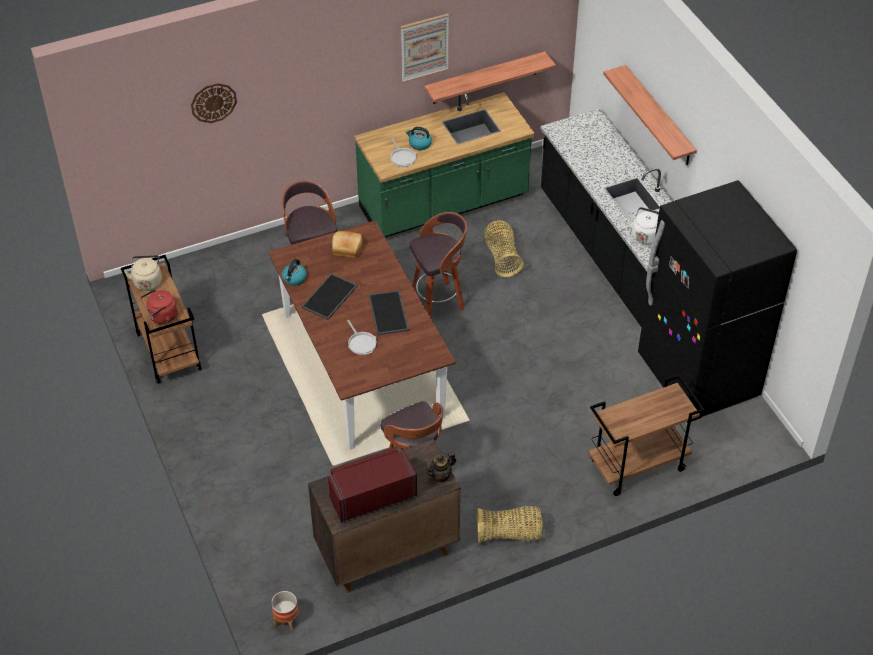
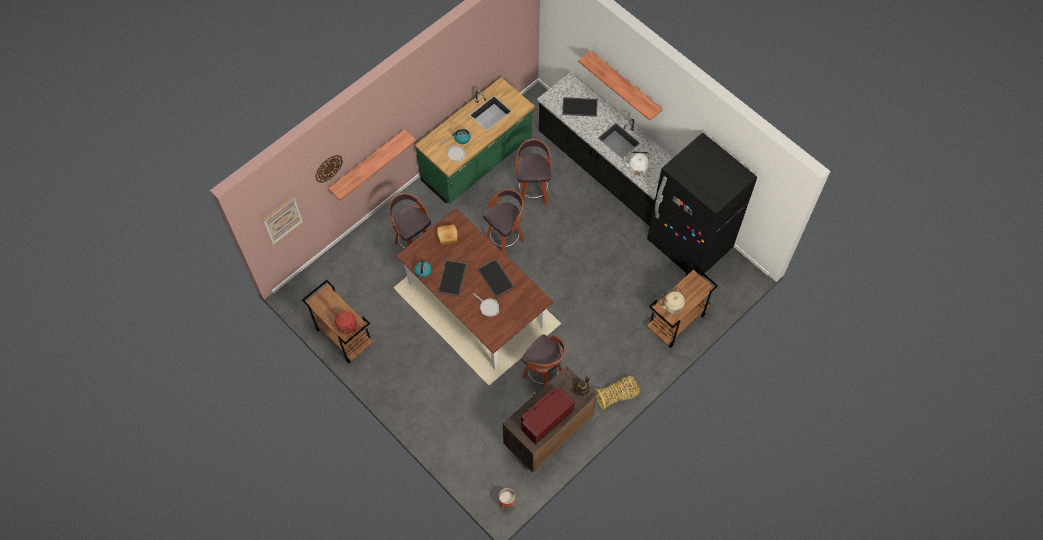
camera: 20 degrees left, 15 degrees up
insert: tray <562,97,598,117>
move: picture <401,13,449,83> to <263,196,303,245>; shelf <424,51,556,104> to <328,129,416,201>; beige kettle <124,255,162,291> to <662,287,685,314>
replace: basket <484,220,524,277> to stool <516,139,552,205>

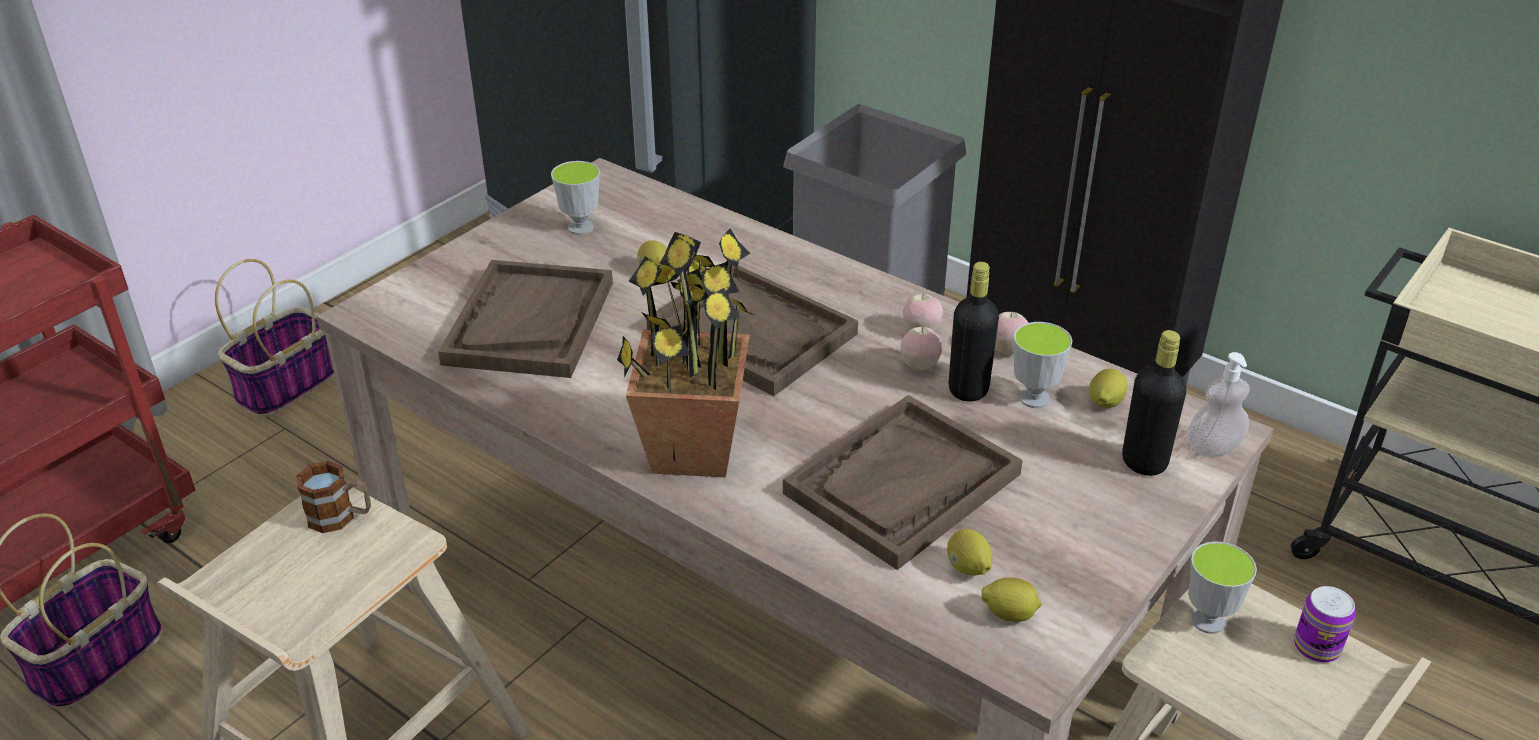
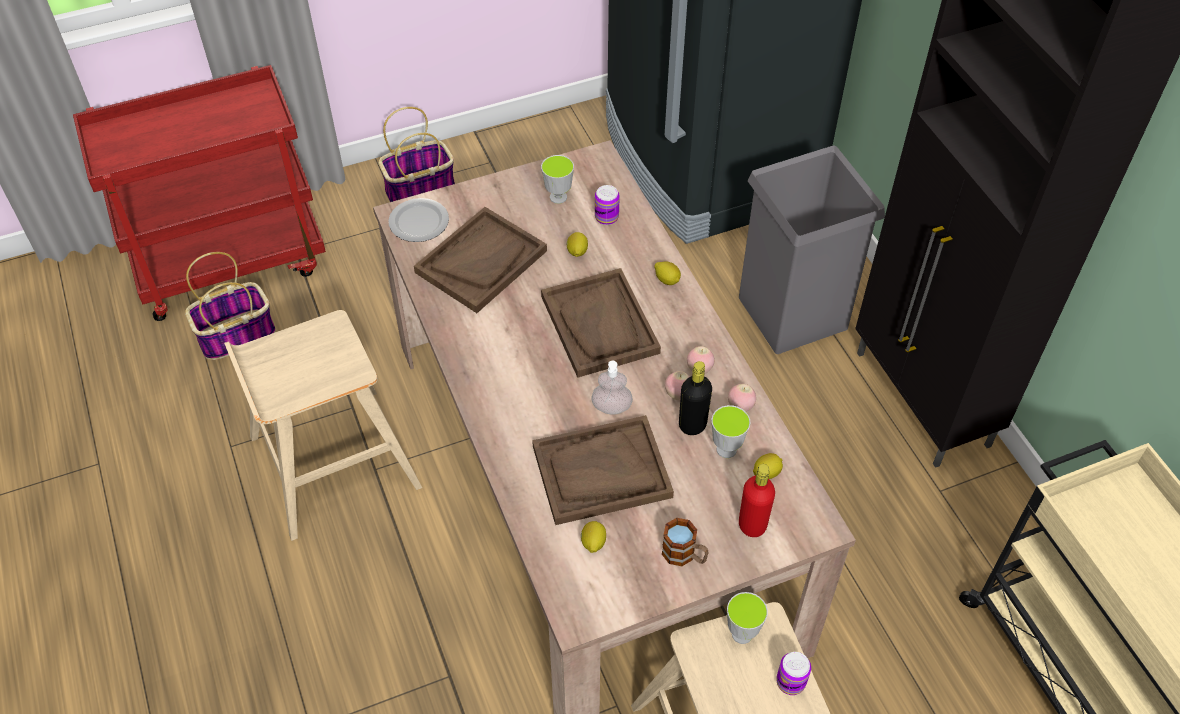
camera: 30 degrees right, 15 degrees up
delete: potted plant <617,229,756,477>
insert: can <595,185,620,225>; plate <388,198,449,242>
move: soap dispenser <1188,352,1250,457> to <591,361,633,415>; mug <296,461,371,533> to <662,518,709,566>; lemon <981,577,1042,622> to <655,261,681,285>
recolor: black bottle <1122,330,1186,476> to red bottle <739,464,775,537>

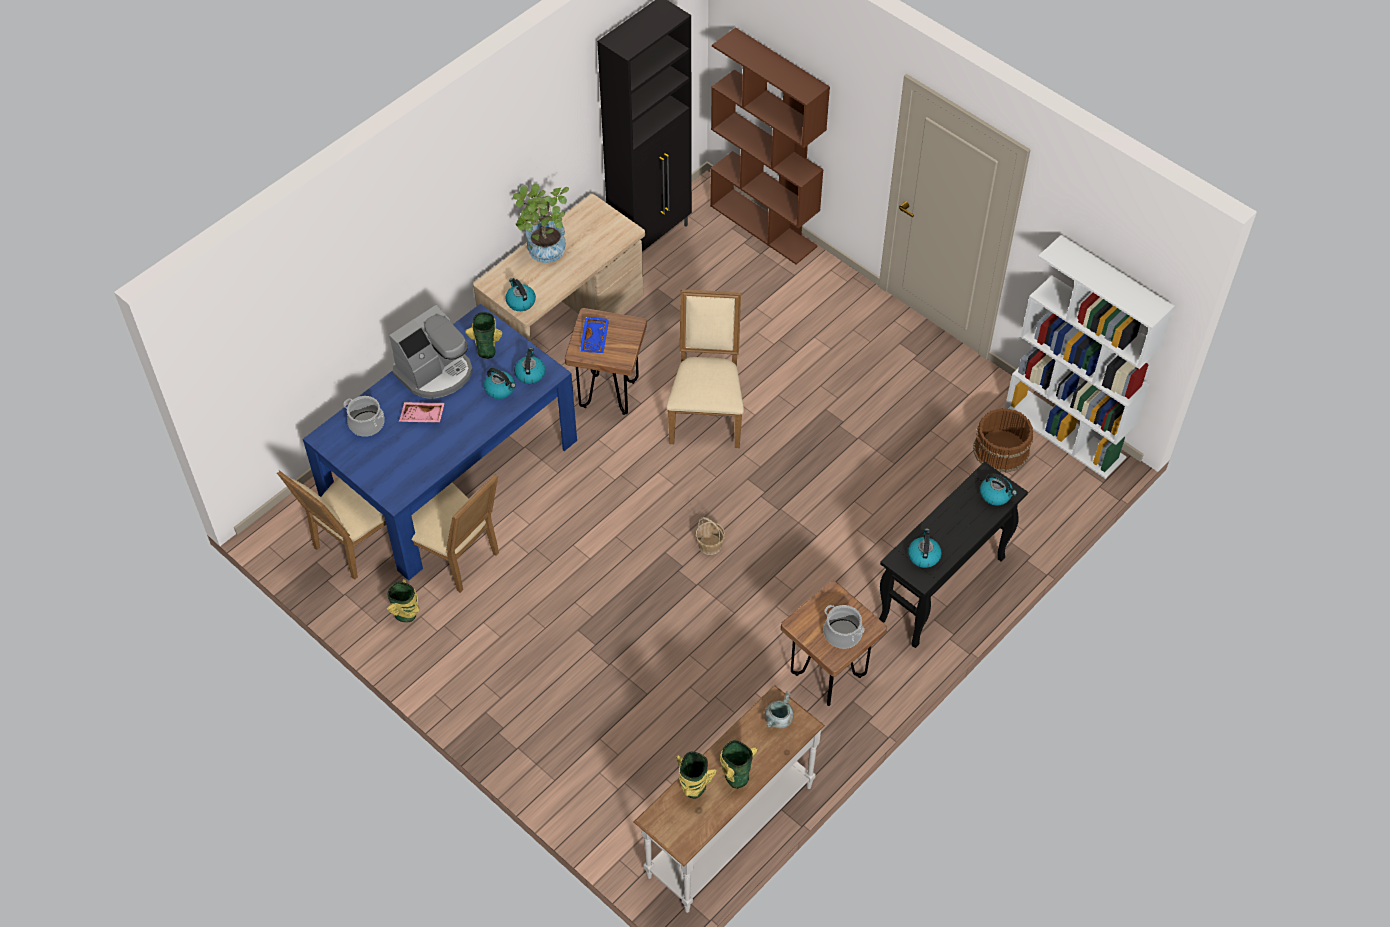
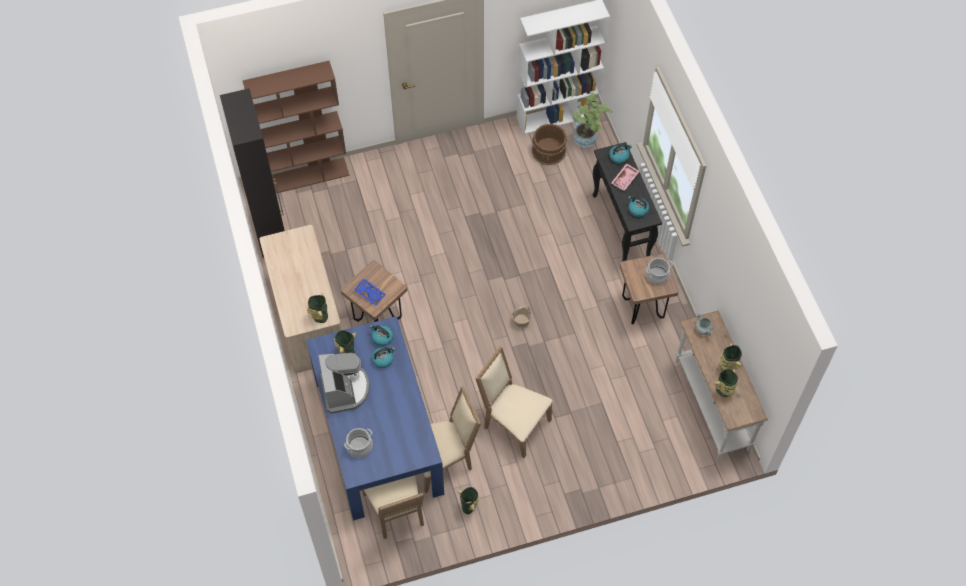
camera: 60 degrees left, 5 degrees up
move: potted plant <513,184,569,263> to <572,93,612,147>; beige chair <666,289,744,448> to <475,346,552,458>; pink tray <399,402,445,422> to <611,163,640,191>
replace: kettle <505,278,536,311> to vase <307,293,328,323>

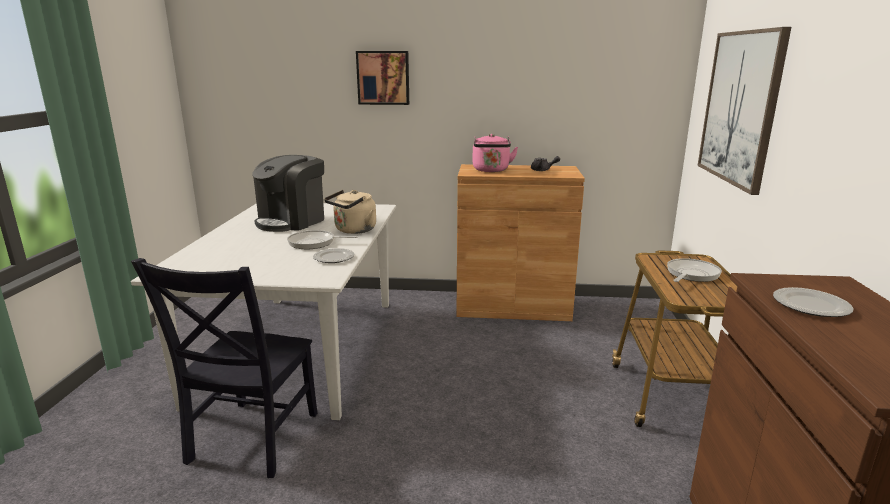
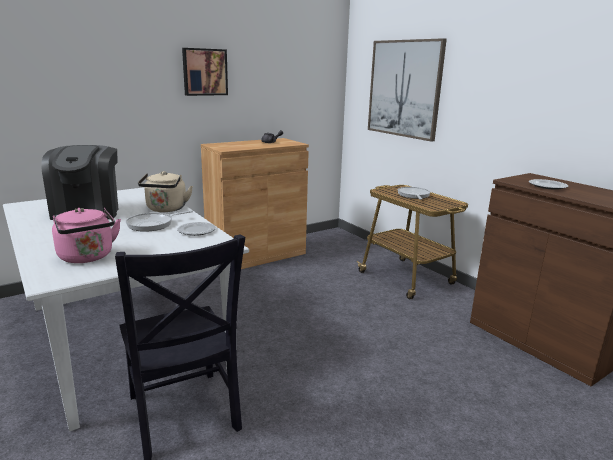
camera: 40 degrees left, 0 degrees up
move: picture <356,51,409,105> to <182,48,228,96>; pink kettle <472,134,518,172> to <52,208,121,263>

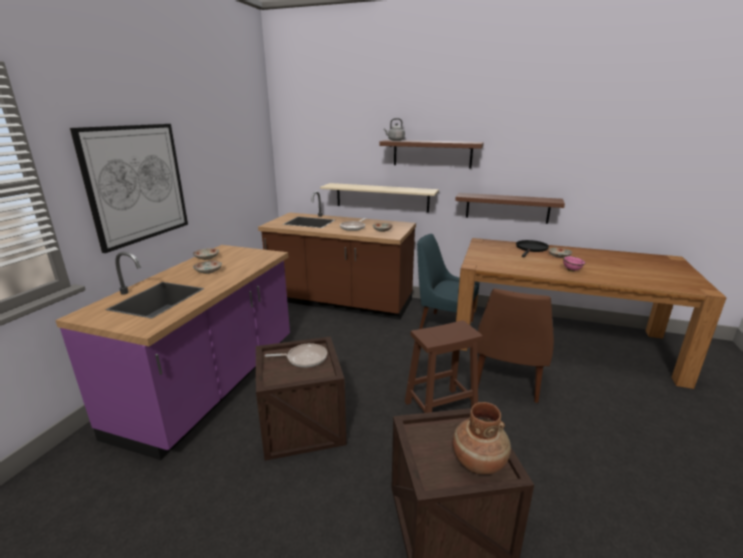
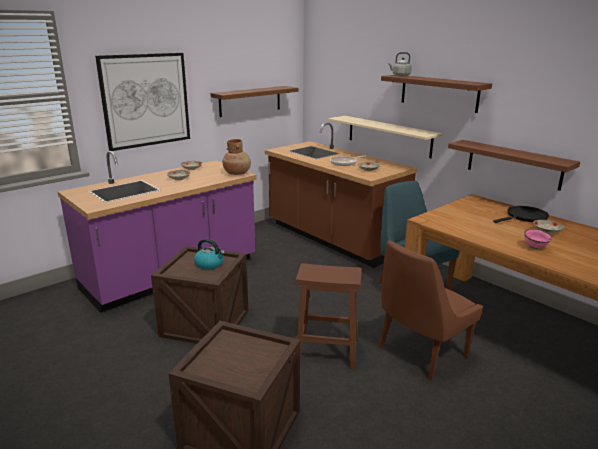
camera: 30 degrees right, 0 degrees up
insert: brown shelf <210,86,299,117>
move: brown vase <453,402,511,475> to <222,139,251,175>
replace: frying pan <265,343,327,368> to kettle <194,239,225,270>

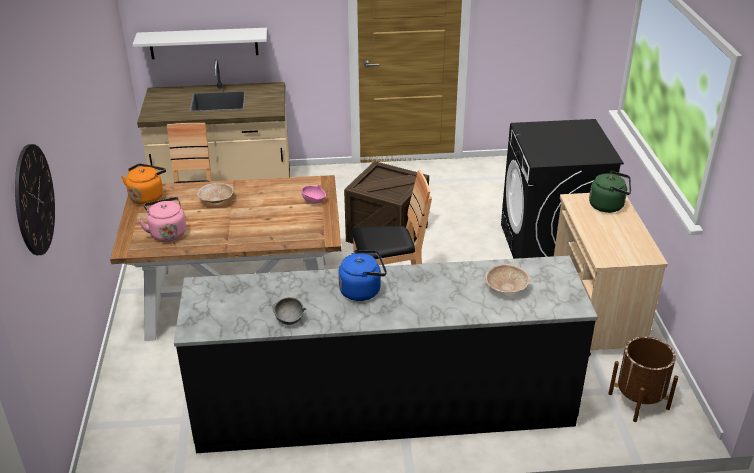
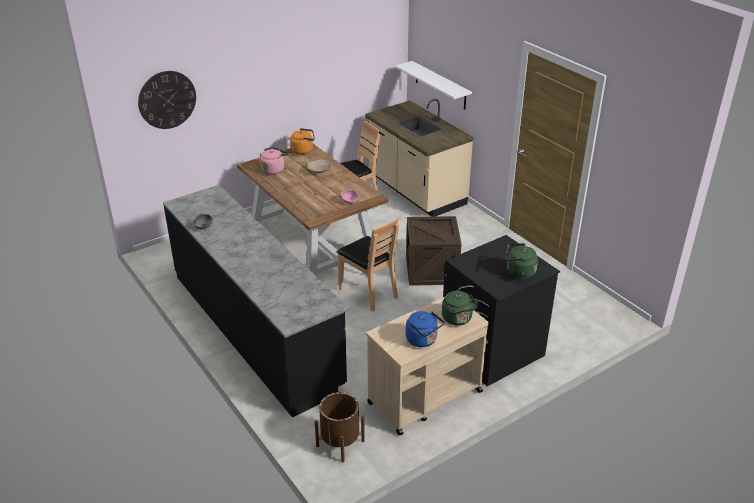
camera: 60 degrees right, 0 degrees up
delete: beige bowl <485,264,530,293>
insert: green kettle <505,243,538,279>
move: blue kettle <338,250,387,301> to <406,311,444,347>

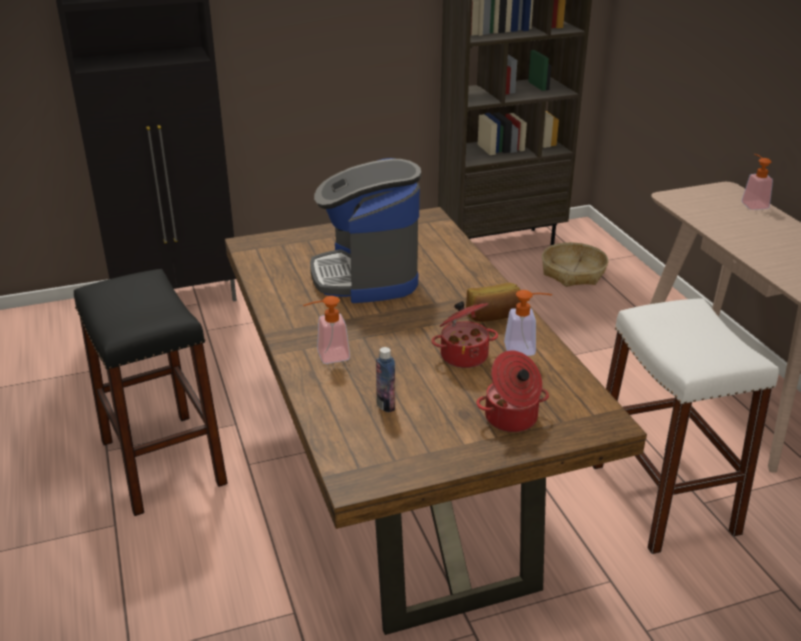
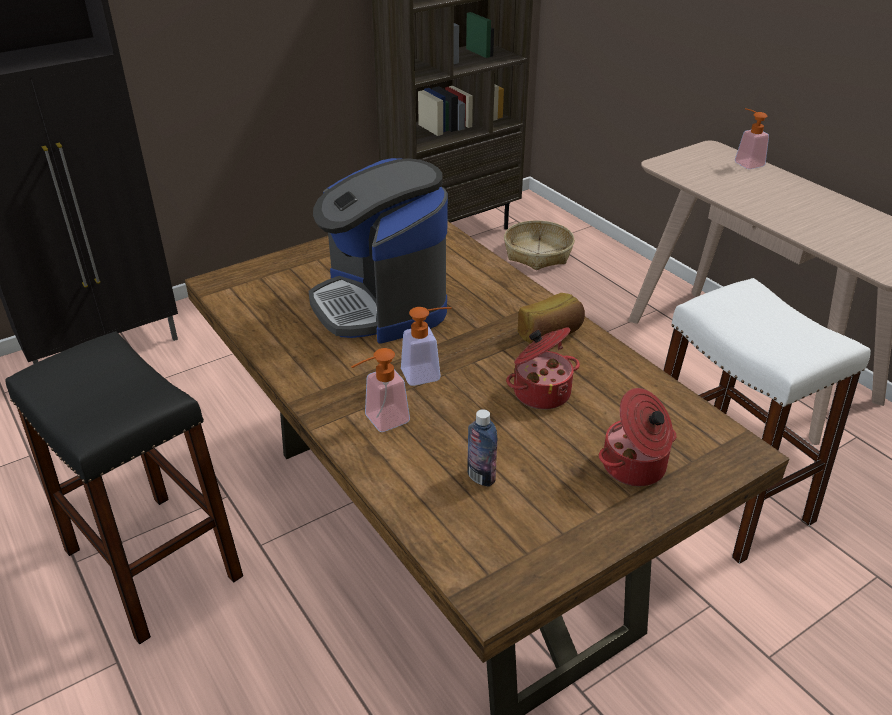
camera: 15 degrees left, 5 degrees up
move: soap dispenser <504,290,552,356> to <401,307,452,386>

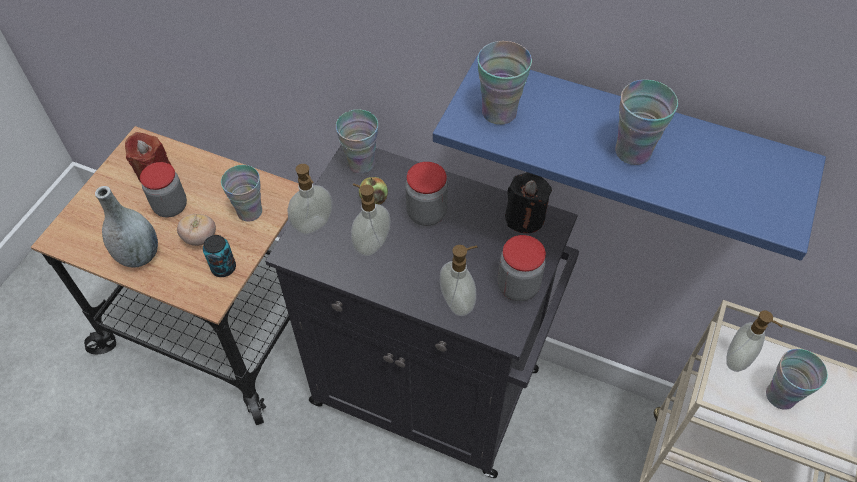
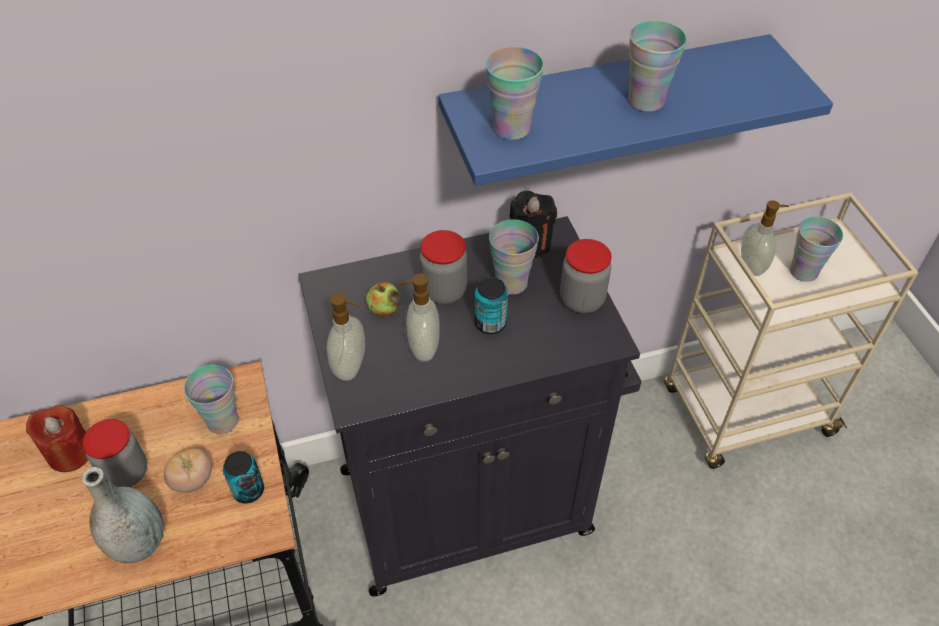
camera: 40 degrees left, 5 degrees down
delete: soap dispenser <440,245,477,316>
insert: can <474,277,508,334>
move: cup <336,109,378,174> to <489,219,539,295>

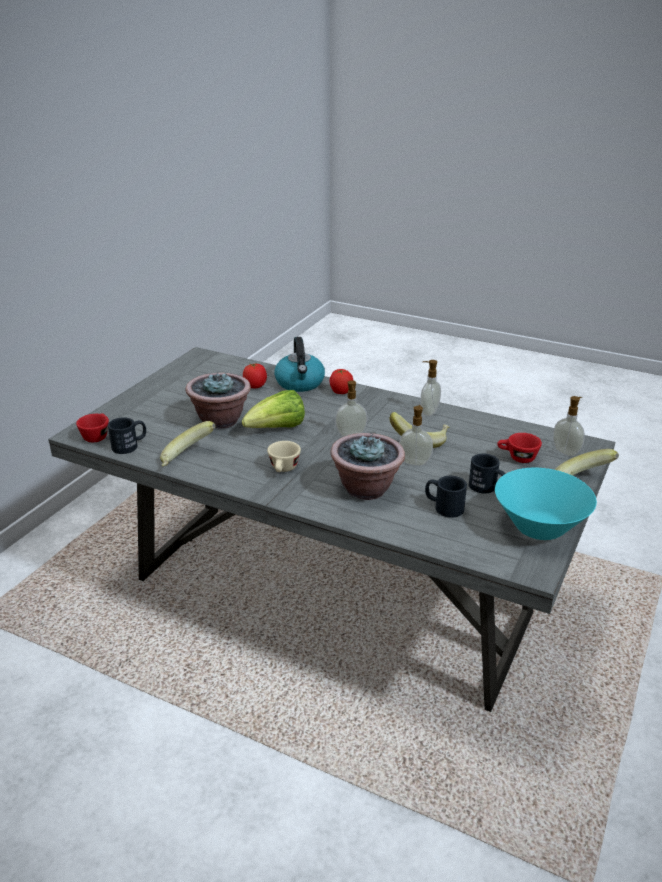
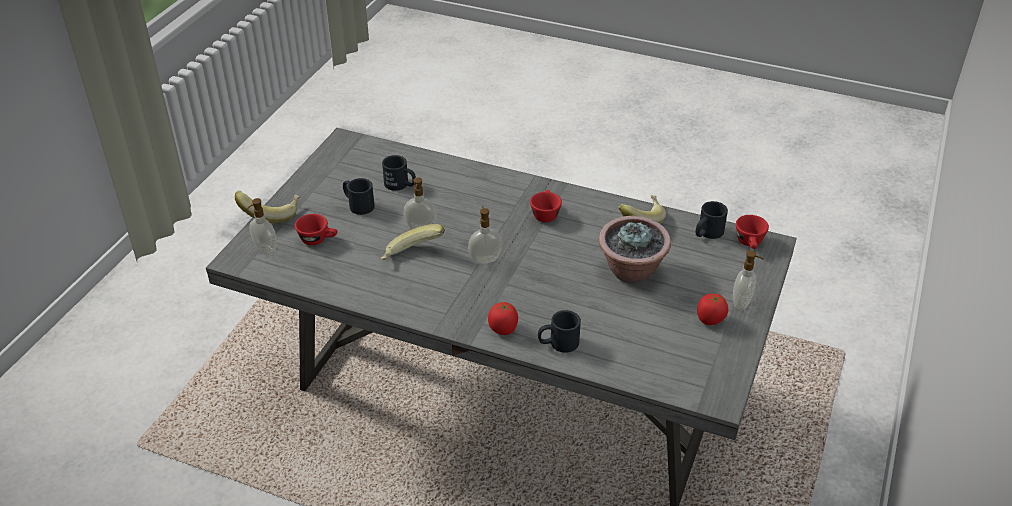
camera: 175 degrees right, 10 degrees up
delete: lettuce <242,390,305,428>; potted plant <330,433,405,500>; turquoise bowl <495,468,597,540>
move: soap dispenser <420,360,441,416> to <733,250,764,310>; tomato <243,363,267,388> to <697,293,728,325>
replace: kettle <274,337,325,392> to black mug <538,310,581,353>
recolor: beige cup <267,441,301,472> to red cup <530,190,562,222>

